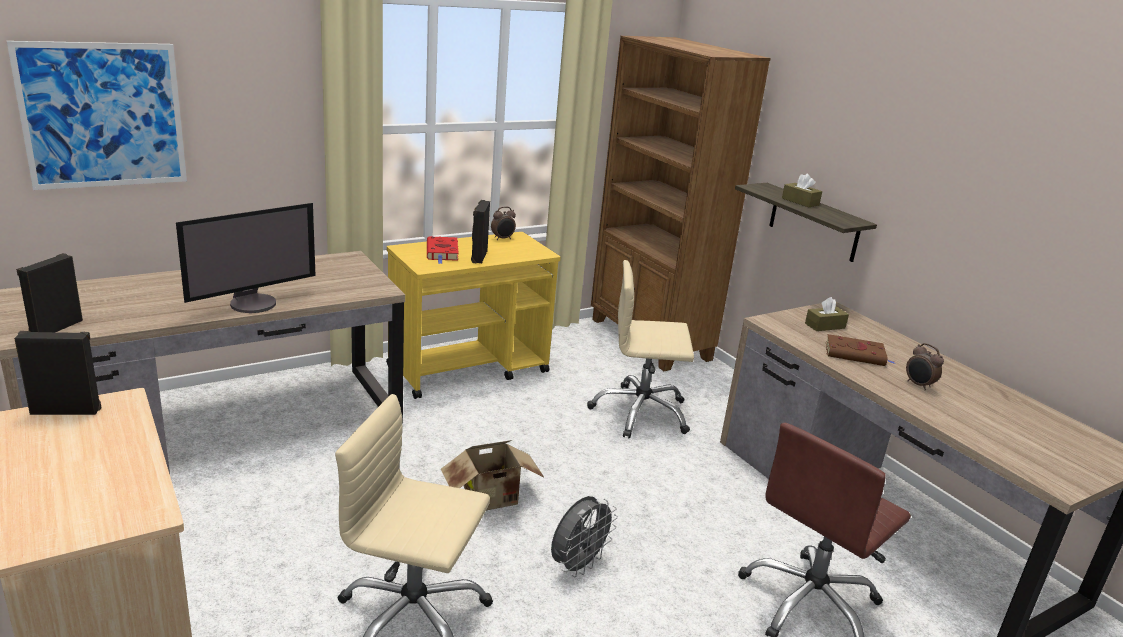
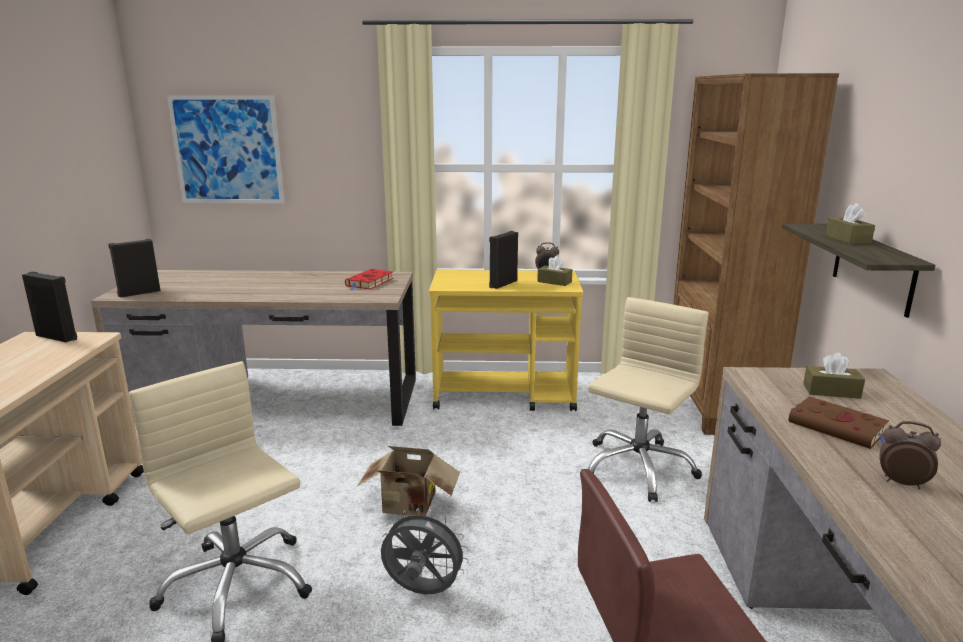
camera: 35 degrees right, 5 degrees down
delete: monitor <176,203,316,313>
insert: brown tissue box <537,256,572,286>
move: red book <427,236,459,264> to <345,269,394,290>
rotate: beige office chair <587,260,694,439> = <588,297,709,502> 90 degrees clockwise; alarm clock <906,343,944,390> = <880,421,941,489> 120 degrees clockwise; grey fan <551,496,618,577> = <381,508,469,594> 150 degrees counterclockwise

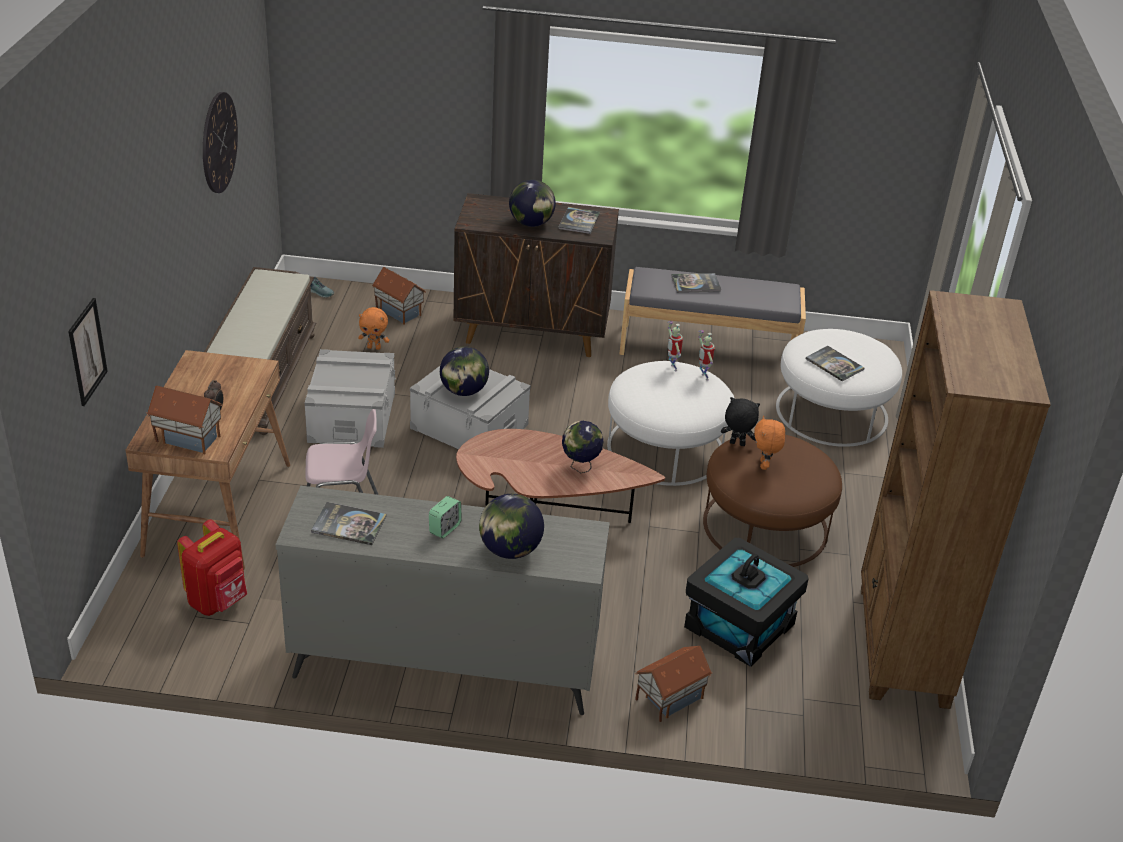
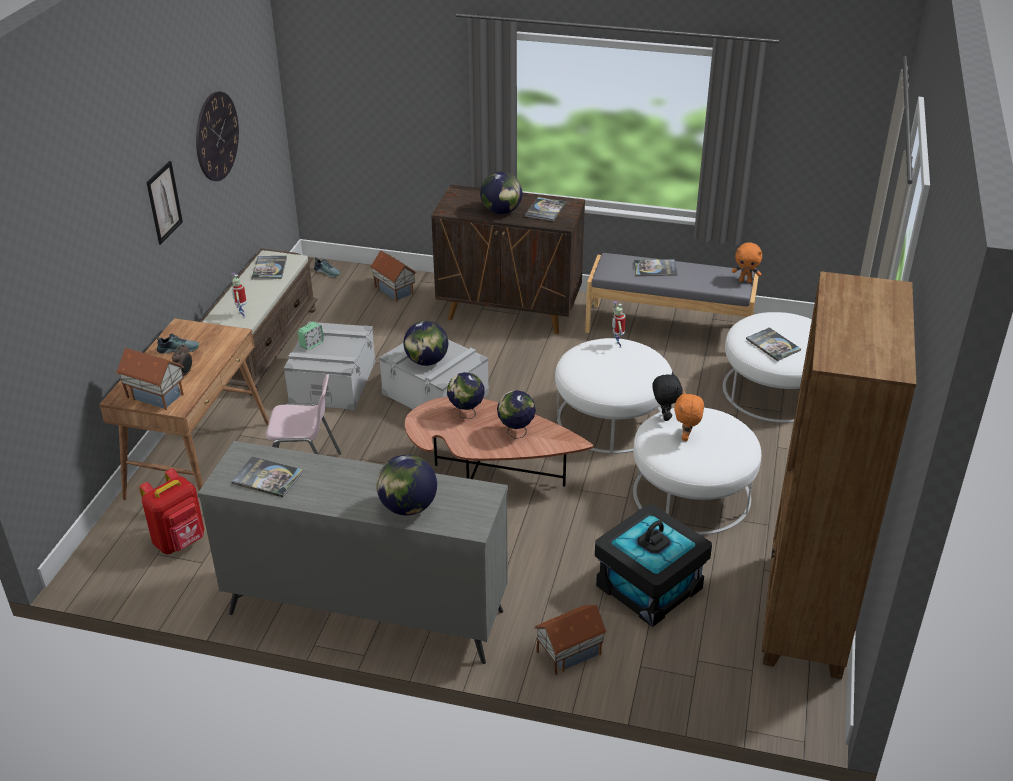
camera: 10 degrees right, 0 degrees up
insert: book <251,256,287,279>; shoe <157,333,199,354>; globe <447,372,485,419>
move: picture <68,298,108,406> to <146,161,183,244>; orange plush toy <358,307,389,350> to <732,242,762,283>; toy robot <699,330,715,380> to <231,273,247,318>; alarm clock <429,496,462,538> to <298,322,324,350>
recolor: brown ottoman <703,434,842,567> to white ottoman <633,408,761,535>
rotate: black plush toy <721,397,760,446> = <652,371,683,421> 60 degrees clockwise

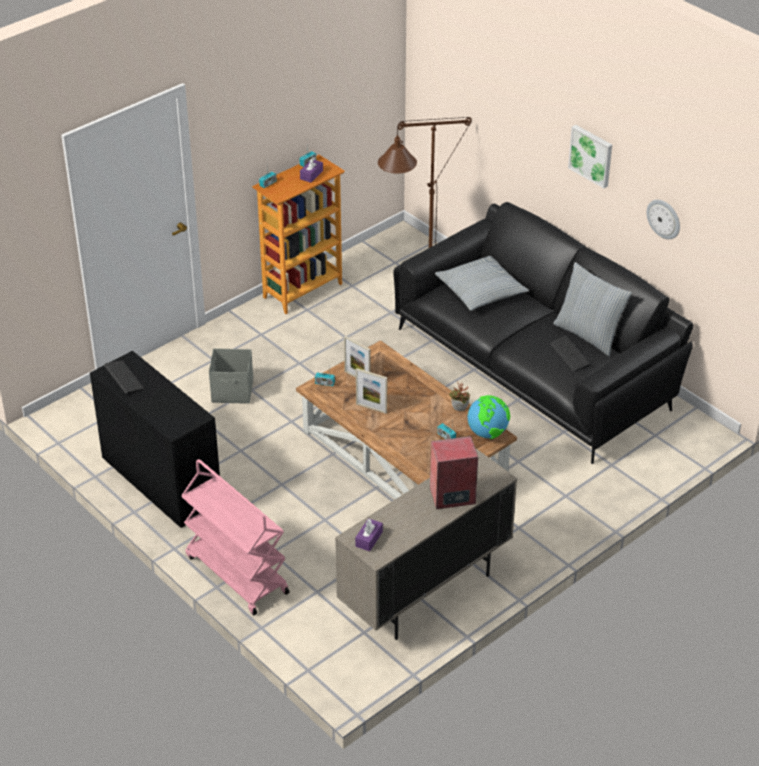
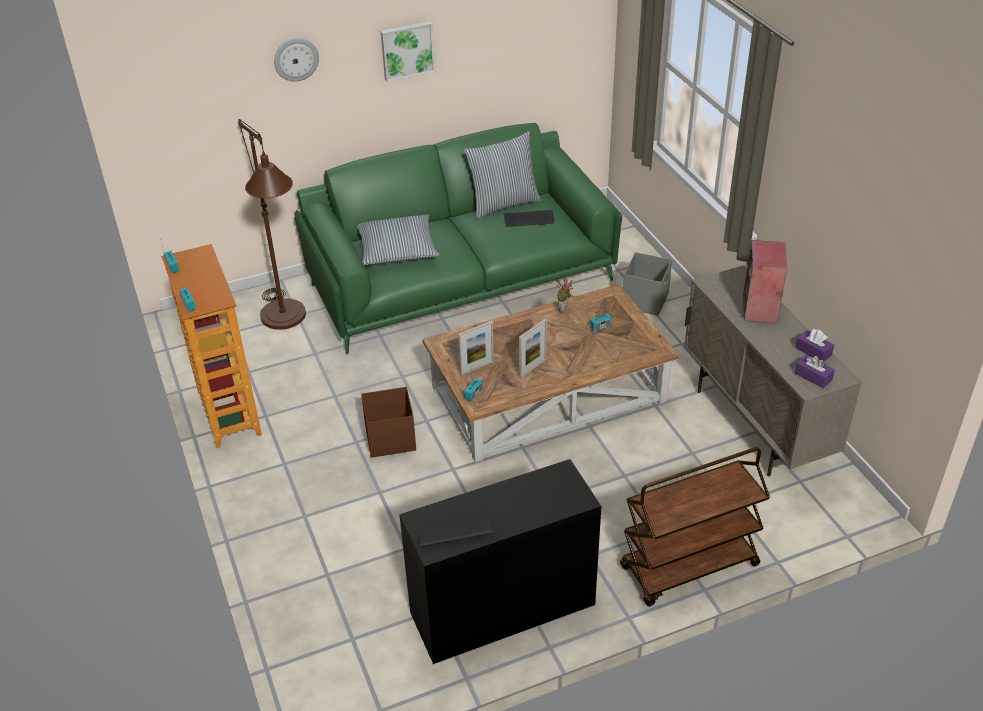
camera: 70 degrees left, 0 degrees up
delete: globe <468,395,510,439>
insert: brown storage box <361,387,416,458>
move: purple tissue box <300,157,323,183> to <795,329,834,362>; wall clock <647,200,680,239> to <274,38,319,82>; grey storage box <209,348,253,404> to <623,252,672,316>
recolor: black sofa <393,202,694,464> to green sofa <295,123,622,354>; pink cart <181,459,289,615> to brown cart <620,447,770,606>

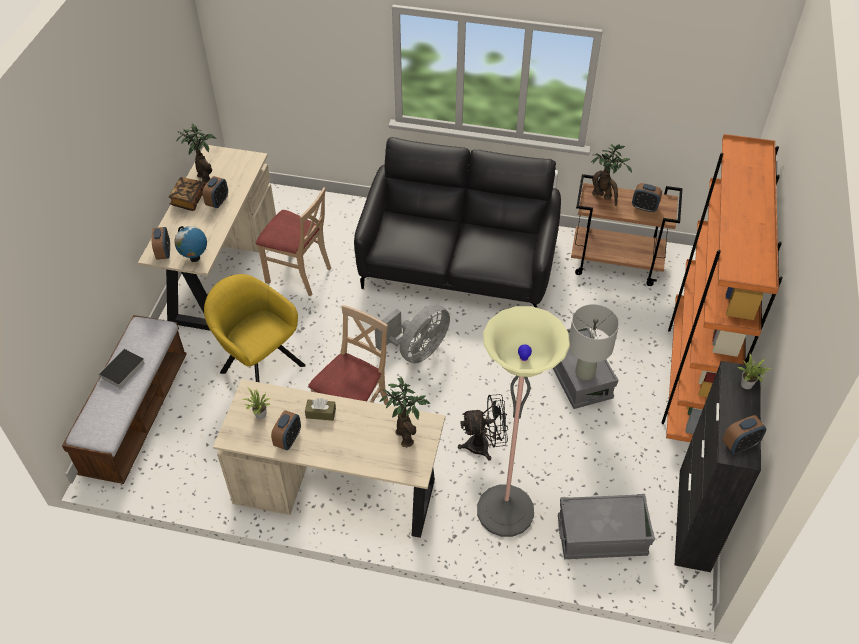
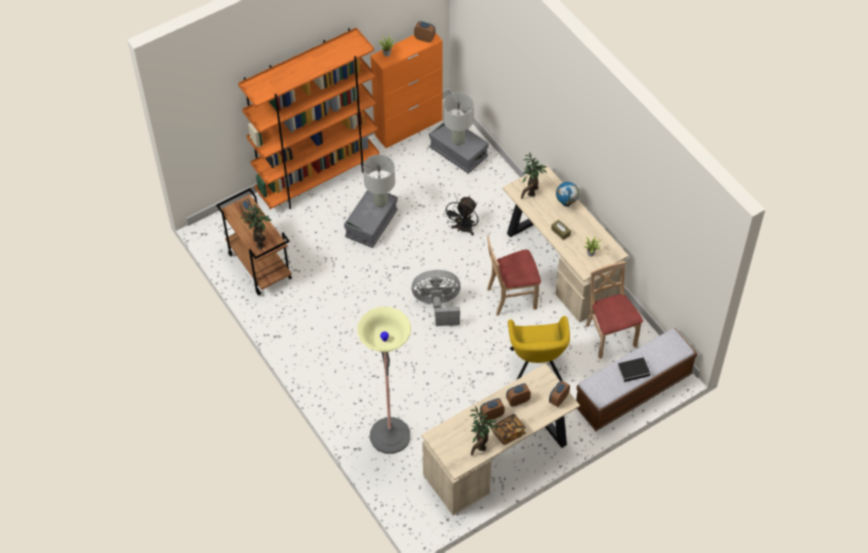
camera: 135 degrees left, 5 degrees up
delete: black sofa <354,137,561,308>
insert: grey table lamp <443,92,474,145>
move: beige chair <256,187,331,296> to <586,261,643,359>; globe <174,226,207,262> to <556,182,579,207>; floor lamp <477,306,570,537> to <357,307,411,454>; alarm clock <271,410,301,450> to <506,383,531,407>
recolor: black cabinet <675,361,761,572> to orange cabinet <370,33,443,148>
rotate: black fan <458,394,508,461> = <443,196,479,236> 105 degrees counterclockwise

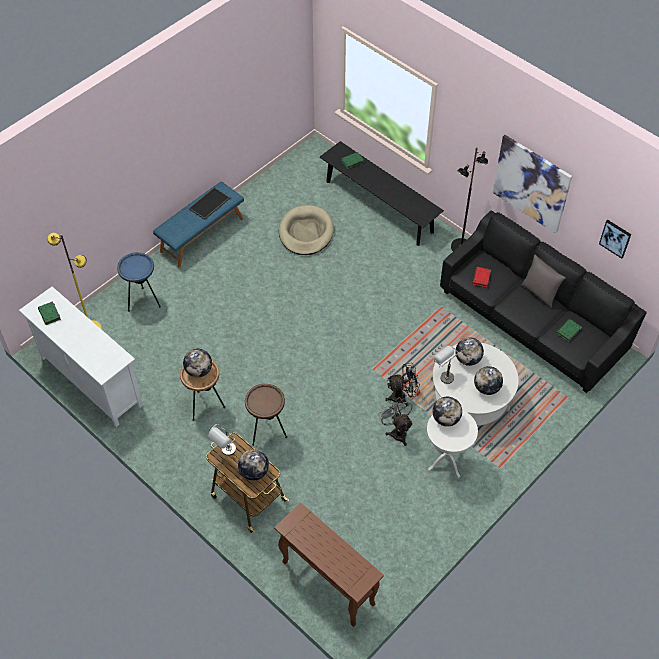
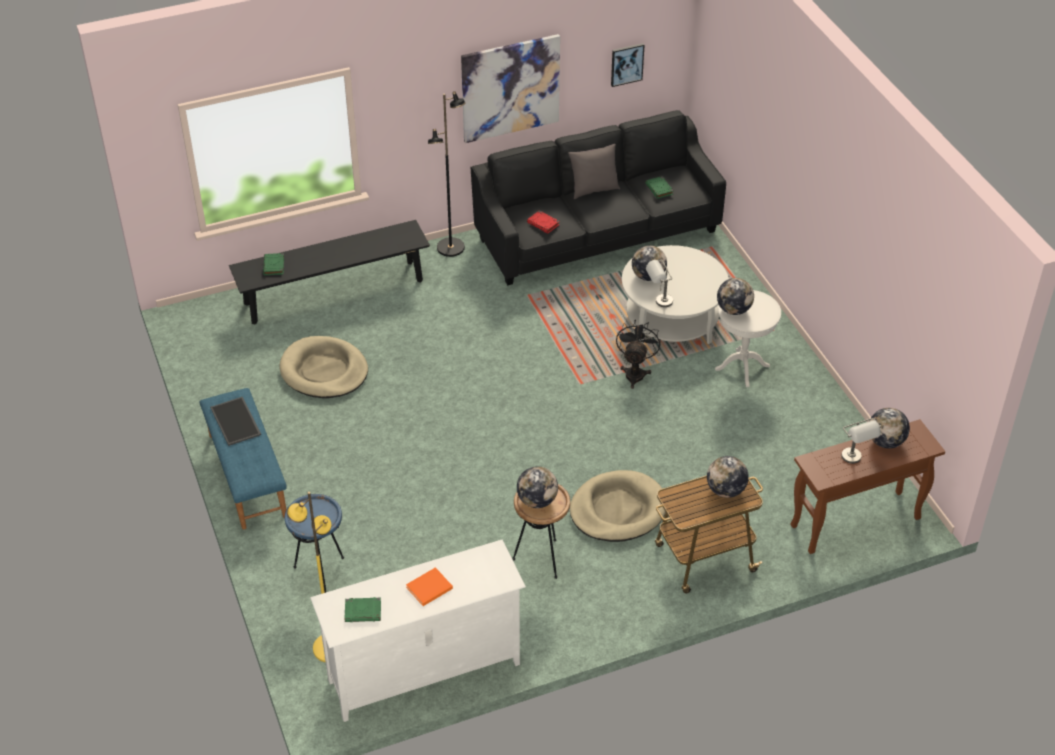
camera: 65 degrees left, 10 degrees down
delete: grey fan <378,398,413,446>
insert: orange book <406,567,453,606>
move: globe <474,366,503,395> to <869,408,910,449>; grey table lamp <208,424,236,456> to <842,418,881,464>
replace: brown side table <245,384,287,446> to beige dog bed <570,470,666,542>

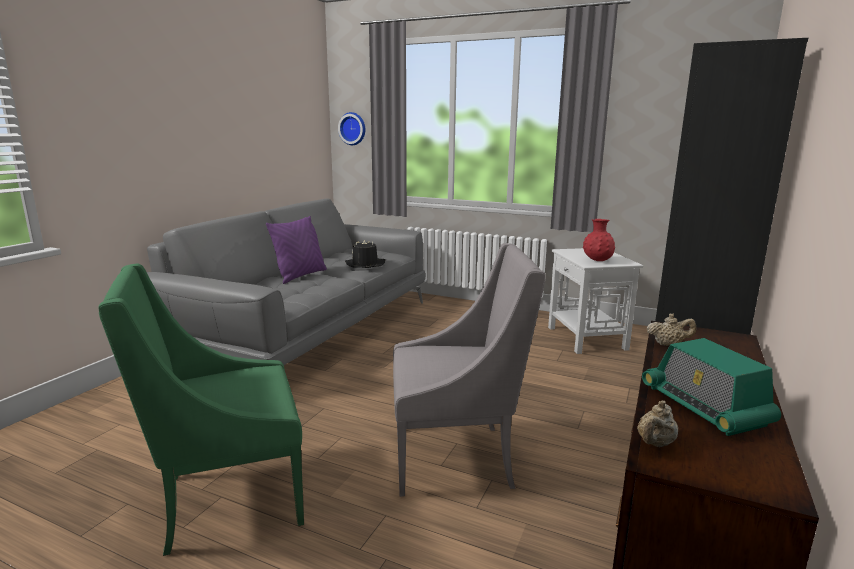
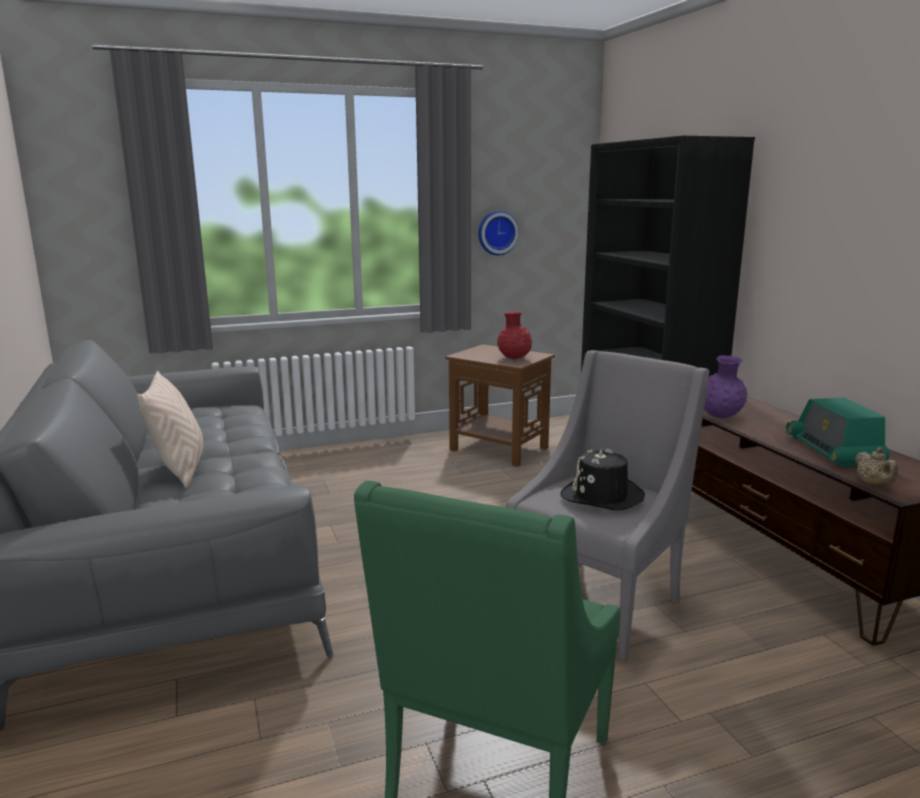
camera: 45 degrees left, 0 degrees up
move: wall clock <338,112,365,145> to <478,210,519,255>; black hat <345,240,385,268> to <560,449,645,510>
replace: beige teapot <647,314,696,346> to purple vase <704,355,747,418>
recolor: purple pillow <266,216,327,284> to beige pillow <137,371,203,488>; white side table <548,248,643,354> to brown side table <445,344,555,467>
rotate: radio <642,338,781,436> = <786,397,890,467> 60 degrees clockwise

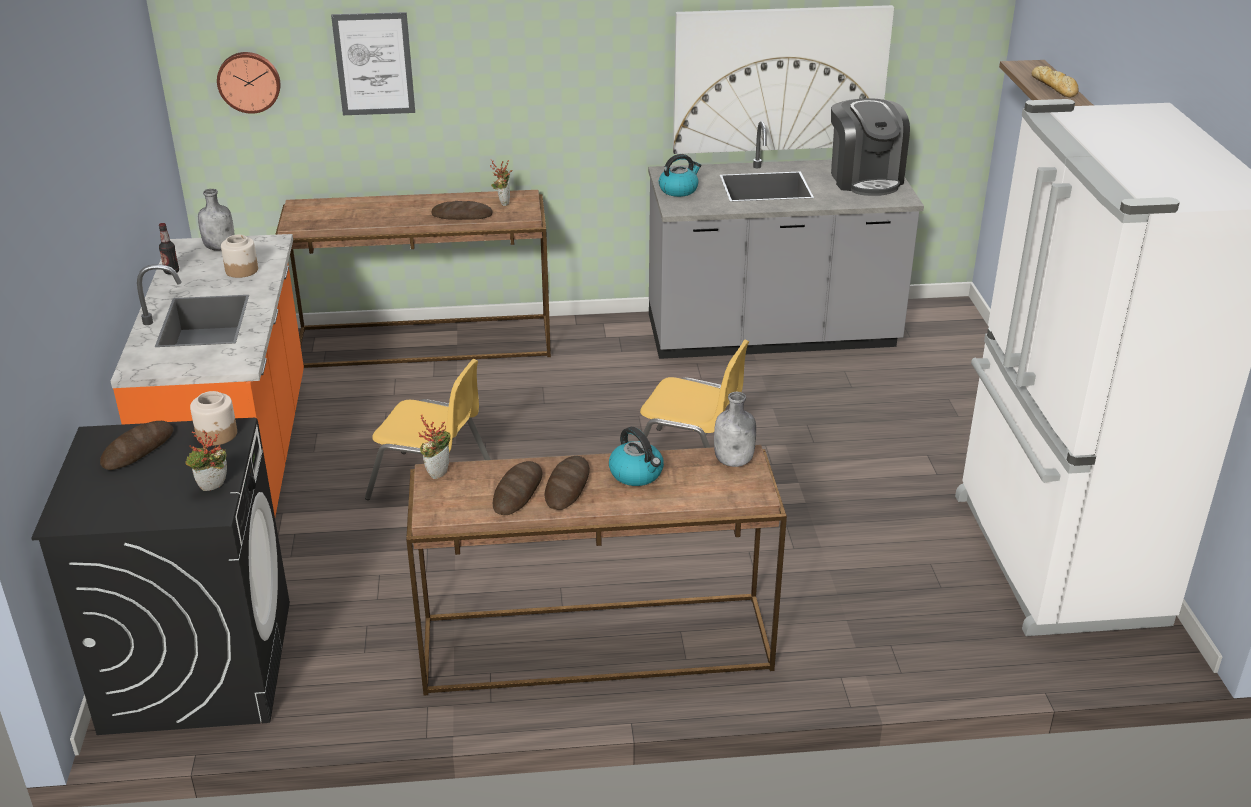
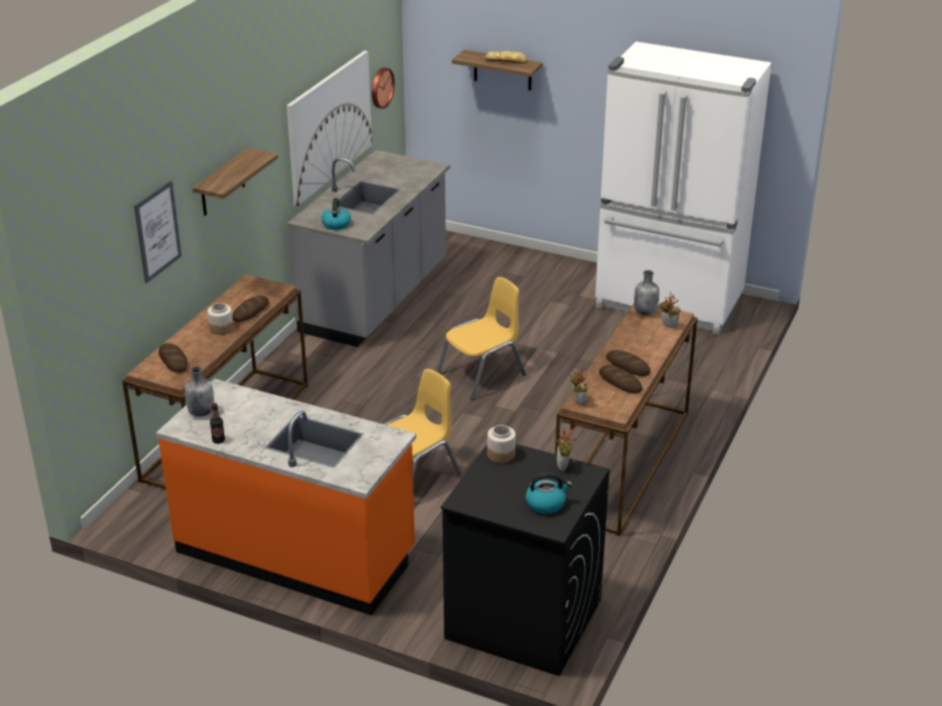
camera: 60 degrees left, 0 degrees up
delete: coffee machine <831,98,910,196>
insert: shelf <192,148,278,216>
move: wall clock <217,52,280,114> to <372,68,395,109>; potted plant <490,160,513,206> to <659,292,680,328>; jar <221,235,258,278> to <207,303,233,335>; bread <100,421,173,470> to <159,343,188,372>; kettle <609,427,664,486> to <526,472,572,514>

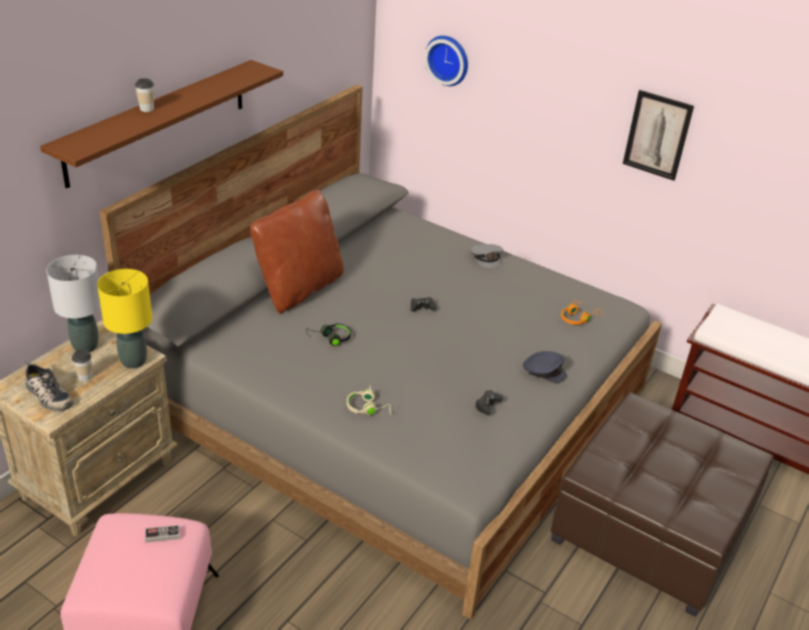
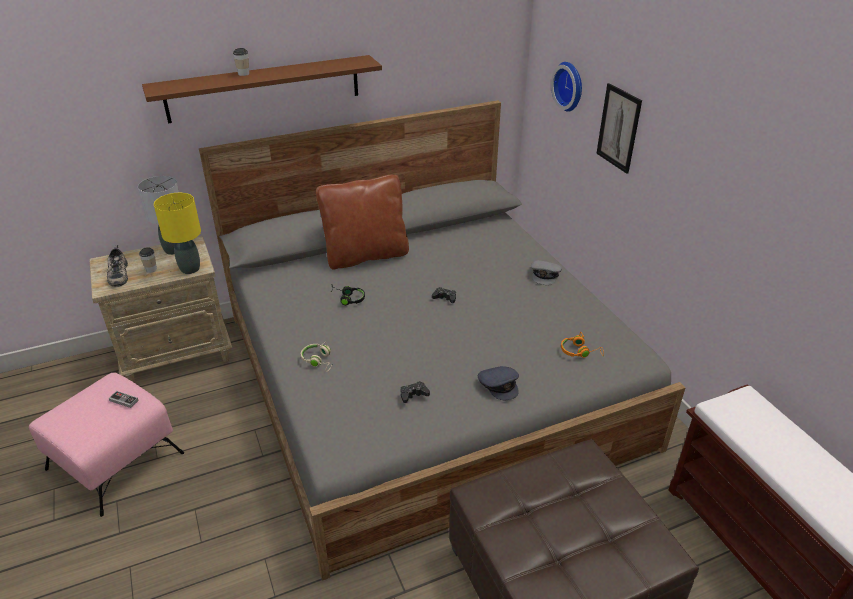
camera: 35 degrees right, 0 degrees up
move: picture <623,90,694,181> to <596,83,642,174>

